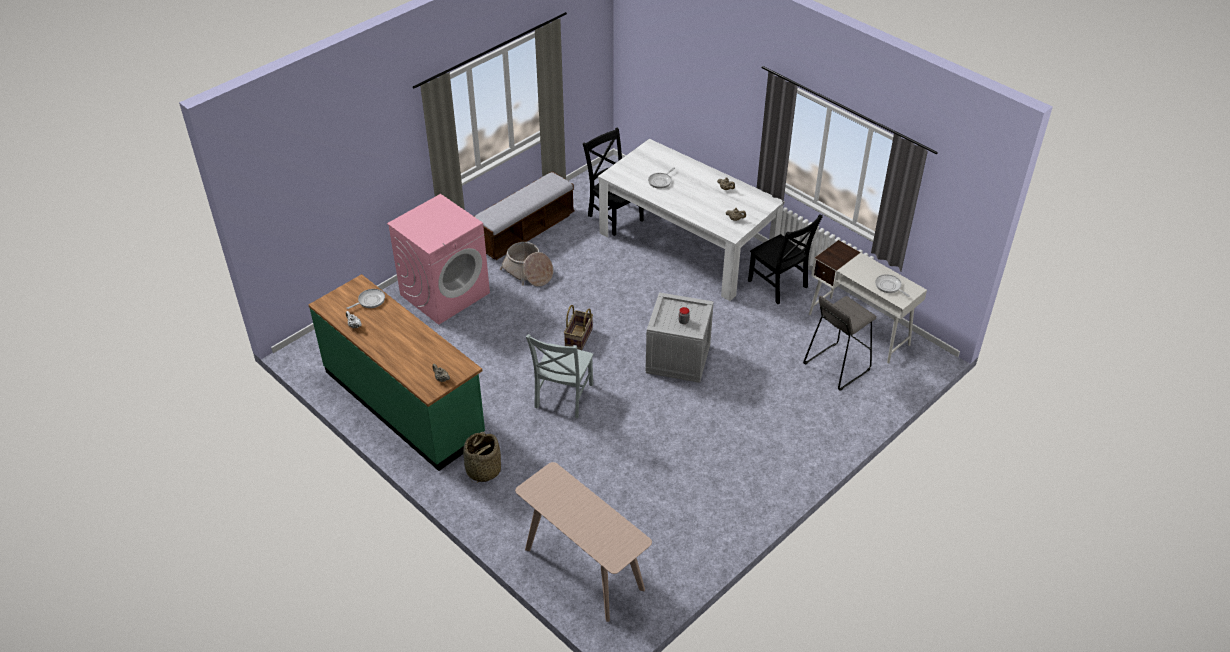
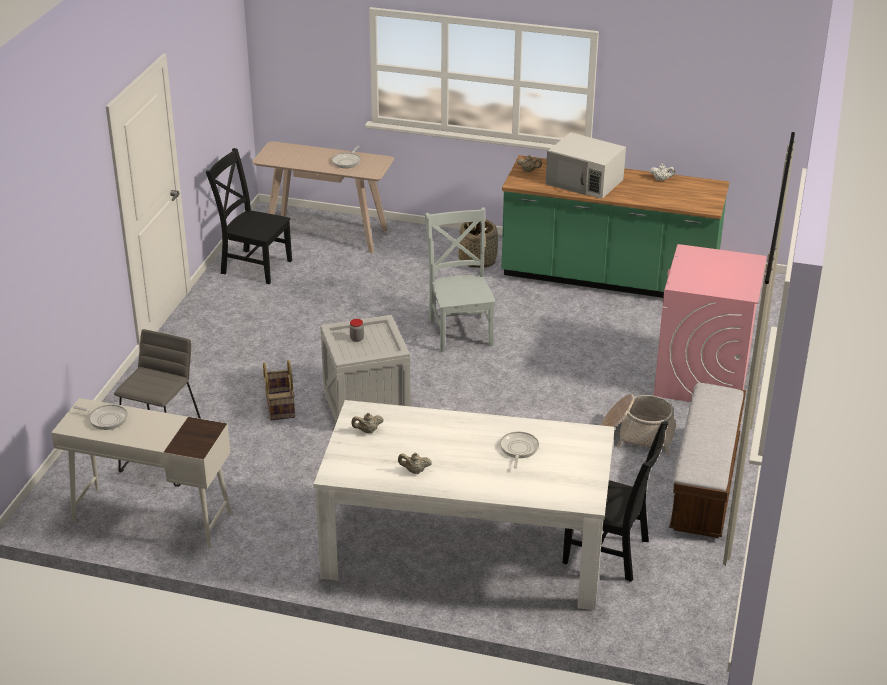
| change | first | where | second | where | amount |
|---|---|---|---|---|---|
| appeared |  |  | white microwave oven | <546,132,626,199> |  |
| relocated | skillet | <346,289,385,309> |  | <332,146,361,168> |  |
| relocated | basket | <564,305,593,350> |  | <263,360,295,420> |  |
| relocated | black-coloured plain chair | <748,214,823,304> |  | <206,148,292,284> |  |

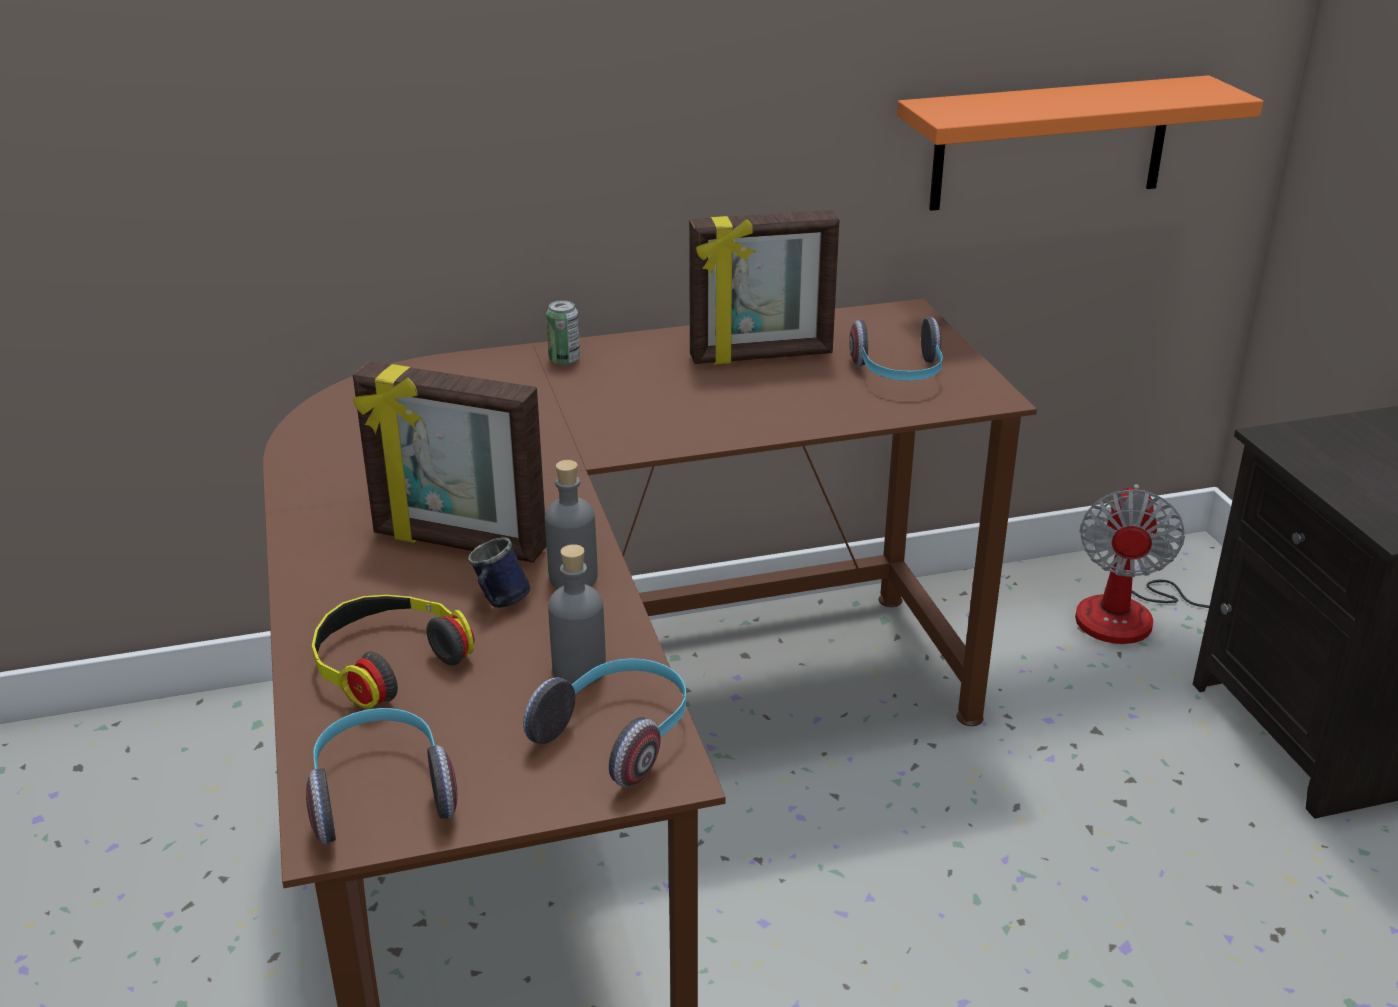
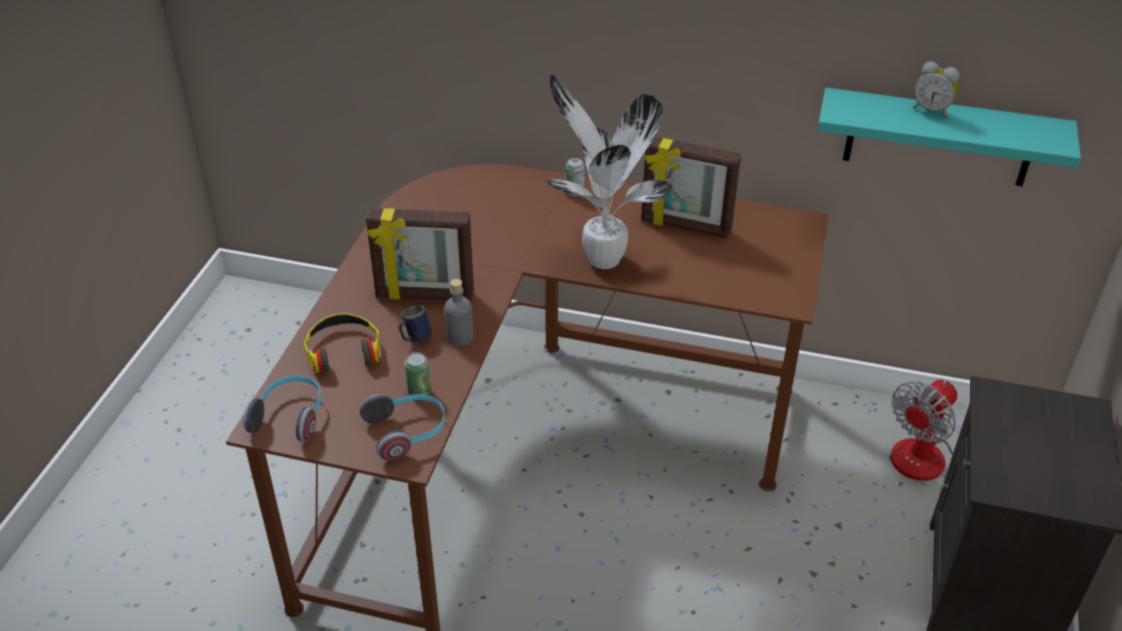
| change | first | where | second | where | amount |
|---|---|---|---|---|---|
| missing | headphones | <849,317,943,381> |  |  |  |
| appeared |  |  | houseplant | <546,74,670,269> |  |
| appeared |  |  | alarm clock | <913,61,960,118> |  |
| exchanged | grey bottle | <548,544,606,686> | can | <405,352,431,395> |  |
| colour | orange-coloured wall shelf | <897,75,1263,211> | turquoise wall shelf | <817,87,1081,186> |  |
| spun | picture frame | <353,361,547,563> |  | <366,208,474,301> | 45 degrees counterclockwise |

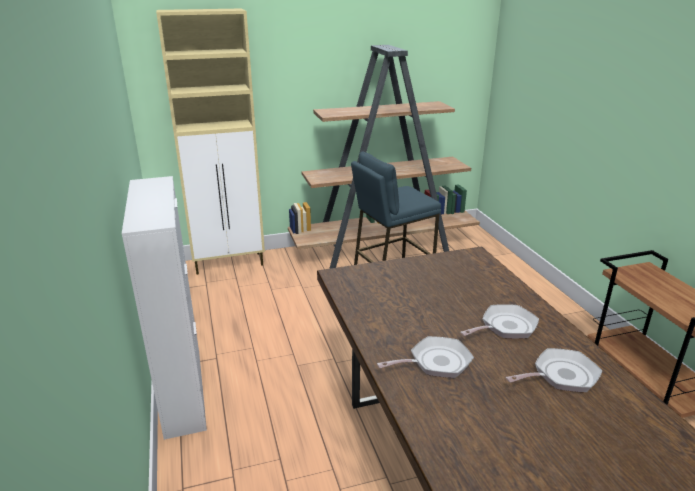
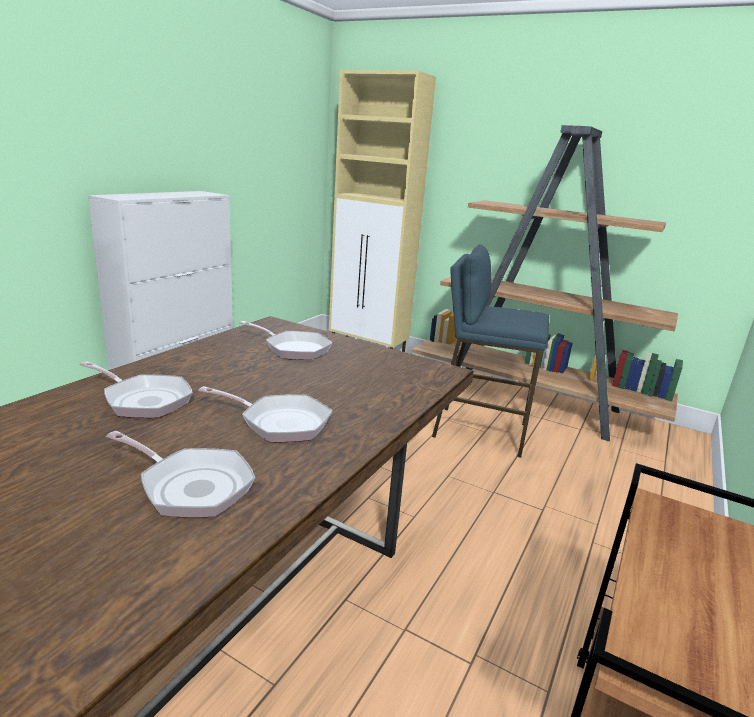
| change | first | where | second | where | amount |
|---|---|---|---|---|---|
| appeared |  |  | skillet | <239,321,332,360> |  |

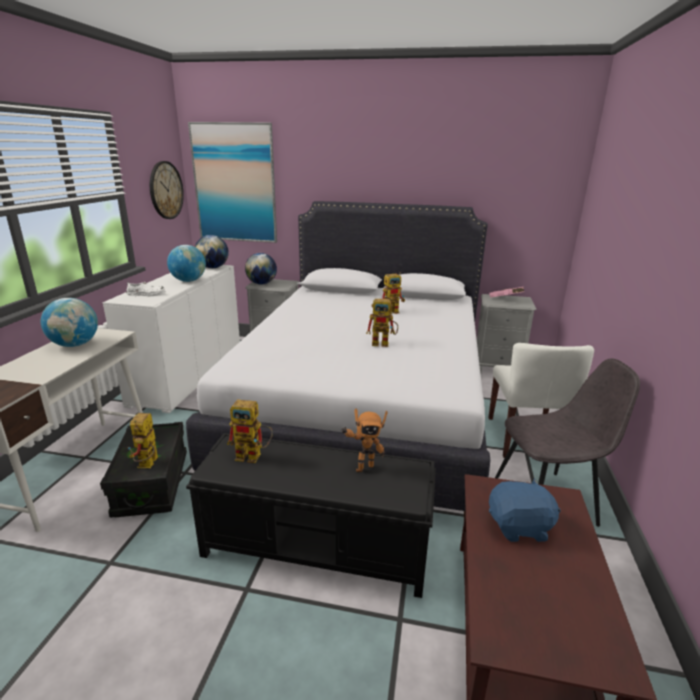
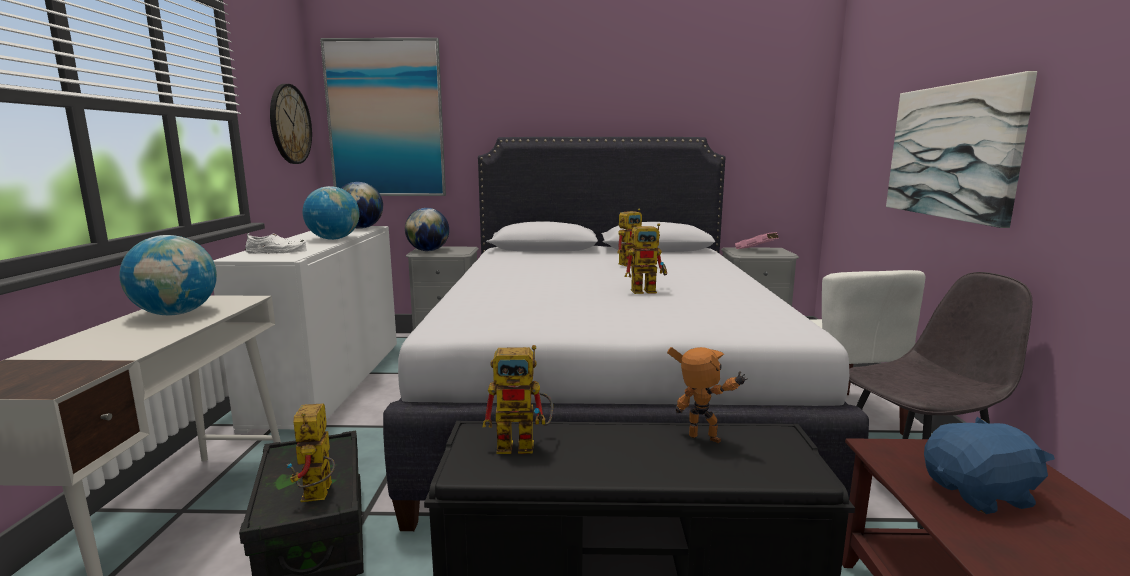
| change | first | where | second | where | amount |
|---|---|---|---|---|---|
| appeared |  |  | picture | <886,71,1037,228> |  |
| spun | model robot | <340,408,387,472> |  | <667,347,748,443> | 120 degrees counterclockwise |

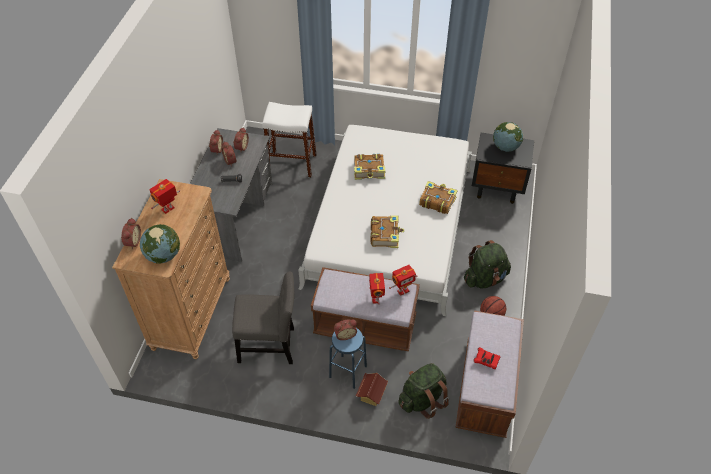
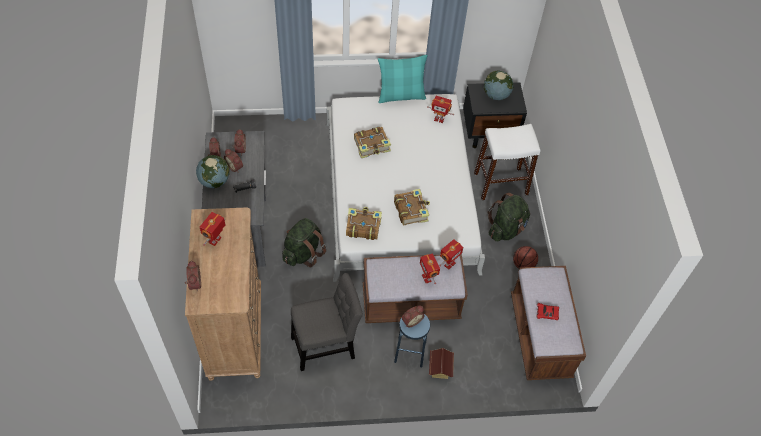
| change | first | where | second | where | amount |
|---|---|---|---|---|---|
| appeared |  |  | turquoise throw pillow | <378,55,428,103> |  |
| appeared |  |  | model robot | <427,96,454,123> |  |
| relocated | desk globe | <140,224,180,264> |  | <196,155,229,188> |  |
| relocated | white stool | <262,102,317,177> |  | <474,124,540,200> |  |
| relocated | greenish backpack | <398,363,449,419> |  | <282,218,326,267> |  |
| relocated | book | <419,181,458,214> |  | <346,207,382,240> |  |

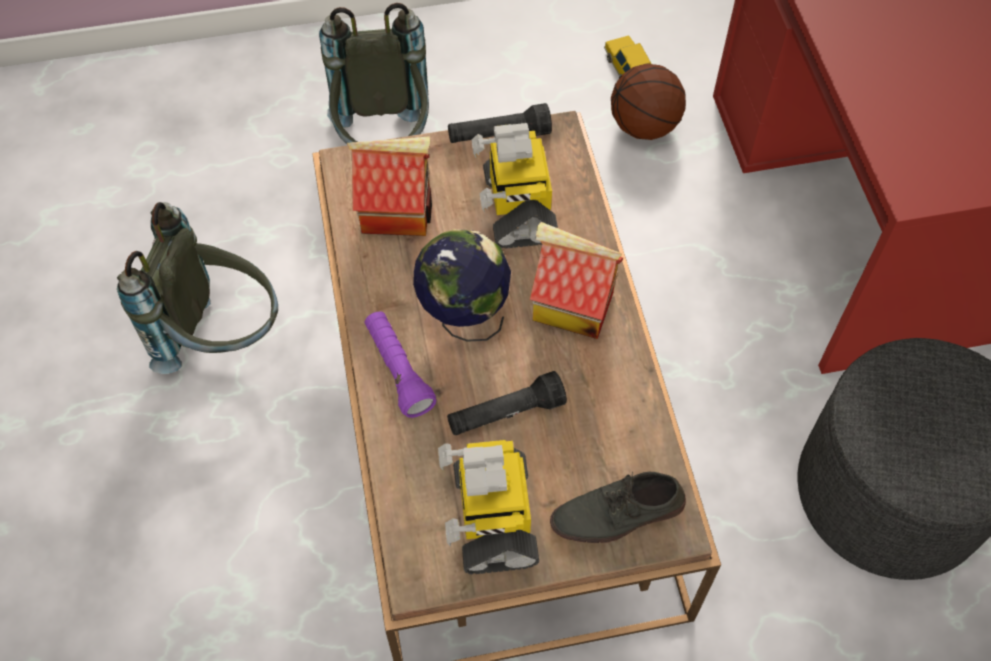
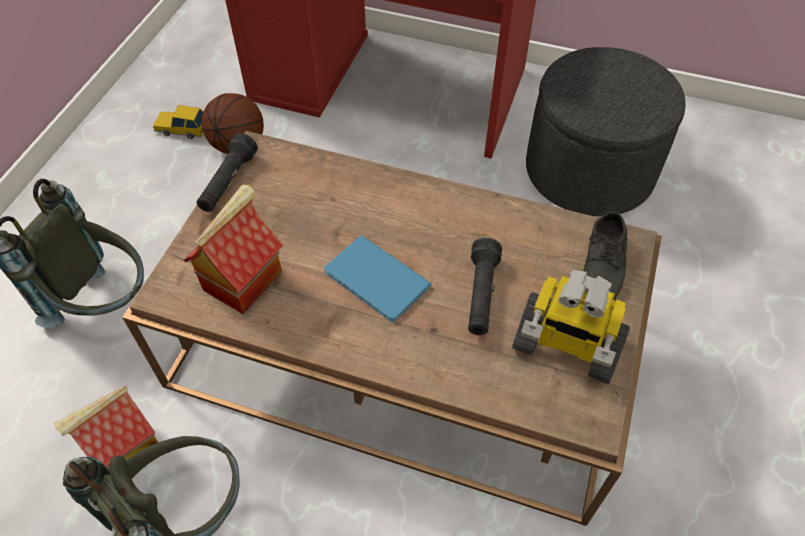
| change | first | where | second | where | amount |
|---|---|---|---|---|---|
| missing | purple flashlight | <365,311,436,418> |  |  |  |
| missing | model robot | <471,123,558,249> |  |  |  |
| relocated | miniature house | <530,222,623,339> |  | <54,385,158,468> |  |
| exchanged | desk globe | <413,229,511,342> | bluish book | <324,235,431,322> |  |

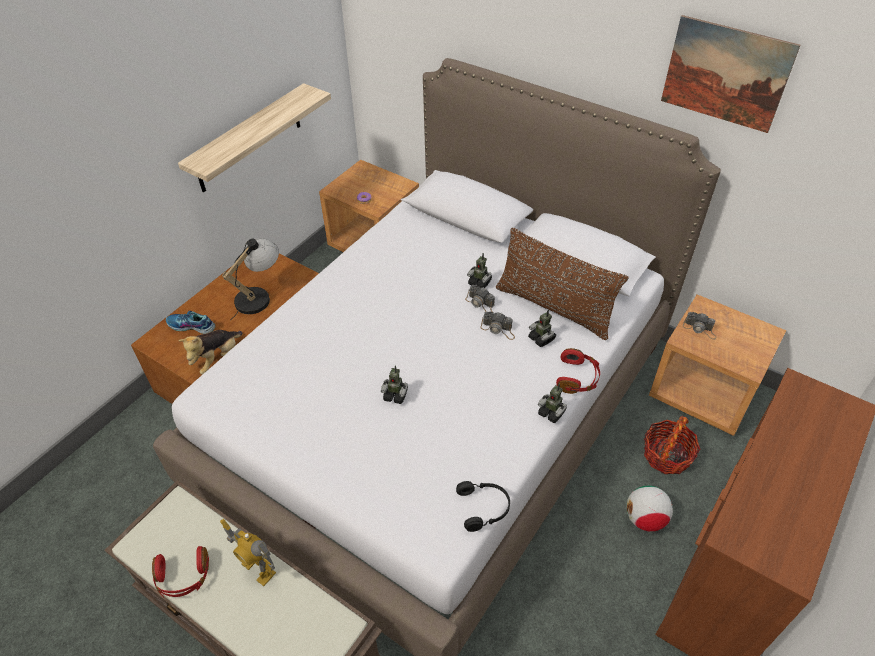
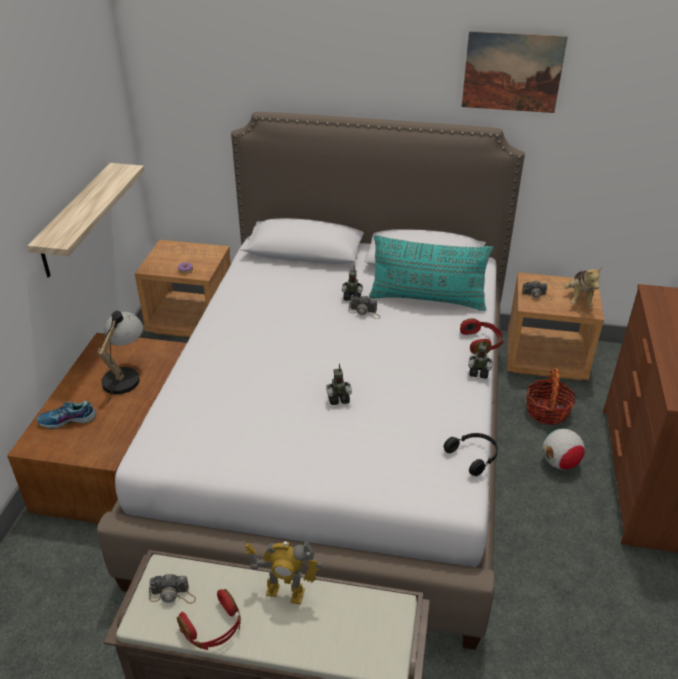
| change | first | where | second | where | amount |
|---|---|---|---|---|---|
| missing | model robot | <528,310,556,347> |  |  |  |
| relocated | cuddly toy | <179,330,243,375> |  | <564,267,602,307> |  |
| relocated | photo camera | <480,312,515,340> |  | <149,574,196,604> |  |
| colour | brownish throw pillow | <496,228,629,340> | turquoise throw pillow | <369,235,493,311> |  |

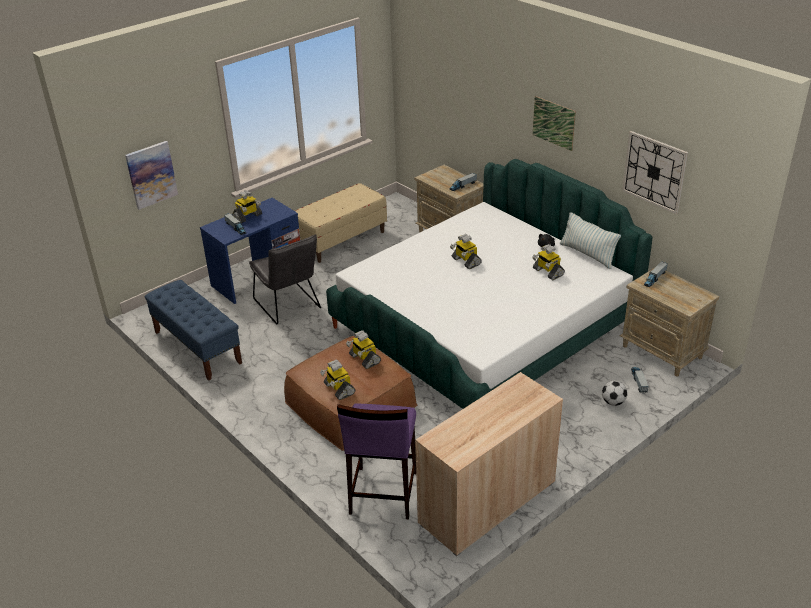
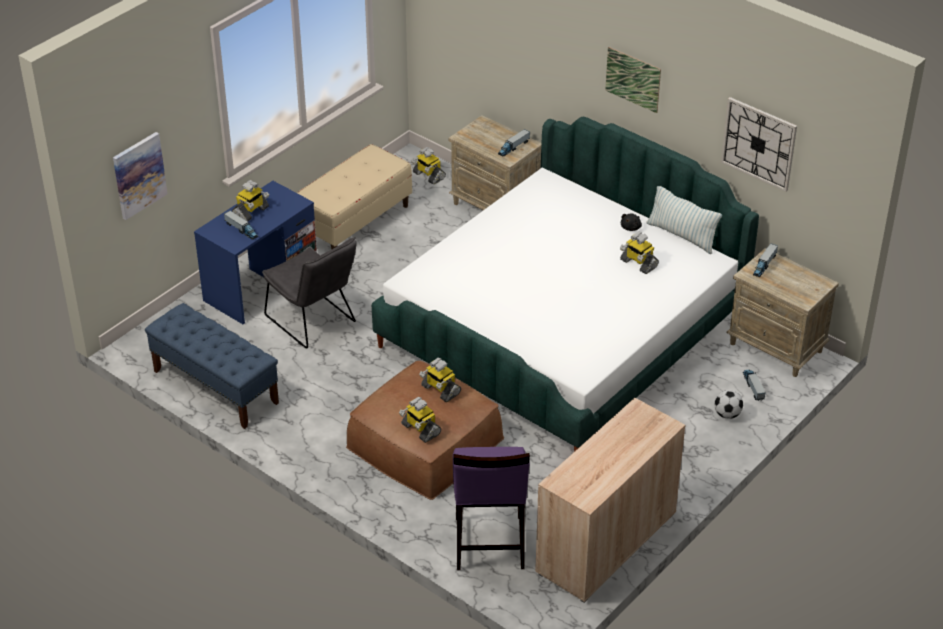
| change | first | where | second | where | amount |
|---|---|---|---|---|---|
| relocated | model robot | <450,234,482,269> |  | <411,147,446,185> |  |

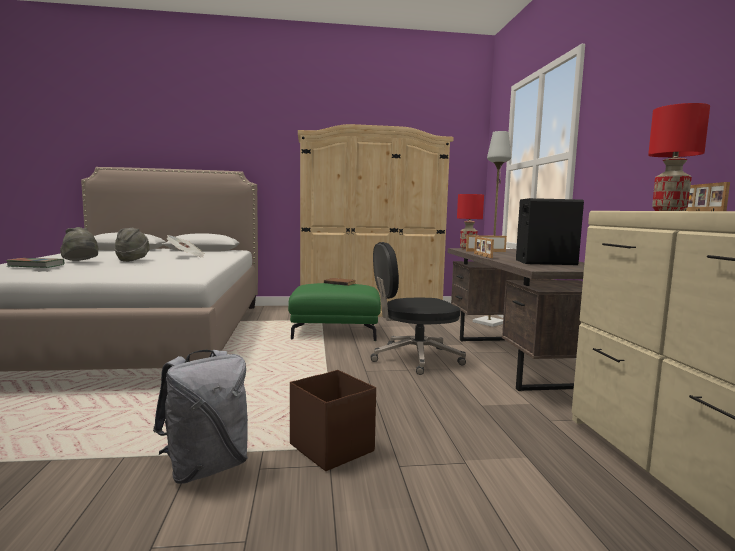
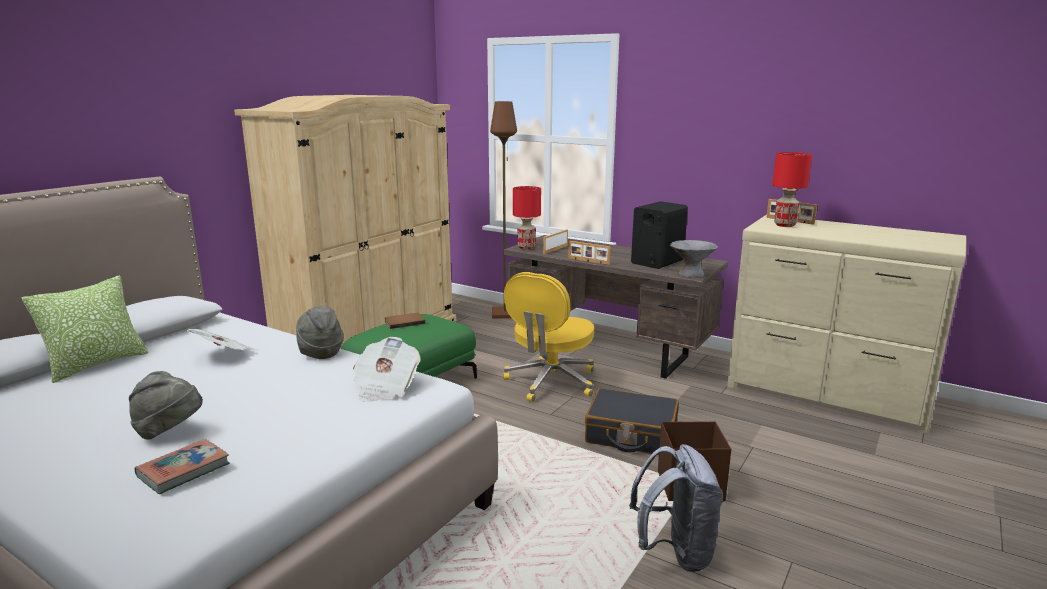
| change | first | where | second | where | amount |
|---|---|---|---|---|---|
| appeared |  |  | throw pillow | <21,275,148,383> |  |
| appeared |  |  | printed paper | <353,337,421,402> |  |
| appeared |  |  | black-coloured suitcase | <585,388,679,455> |  |
| appeared |  |  | grey serving bowl | <670,240,718,278> |  |
| relocated | grey wearable hat | <114,228,150,262> |  | <296,306,344,359> |  |
| colour | black-coloured desk chair | <371,242,466,375> | yellow-coloured desk chair | <503,272,594,402> |  |
| colour | grey floor lamp | <473,131,511,327> | brownish floor lamp | <490,101,517,319> |  |

